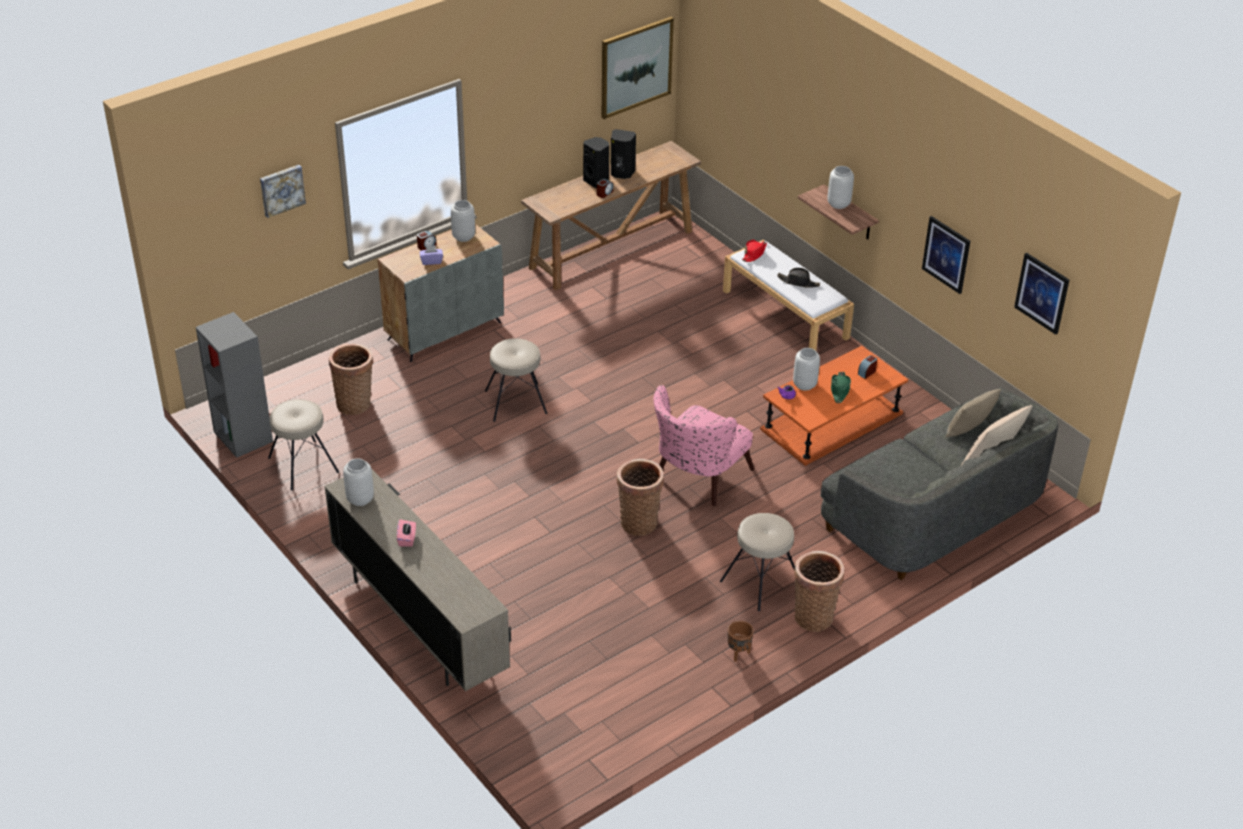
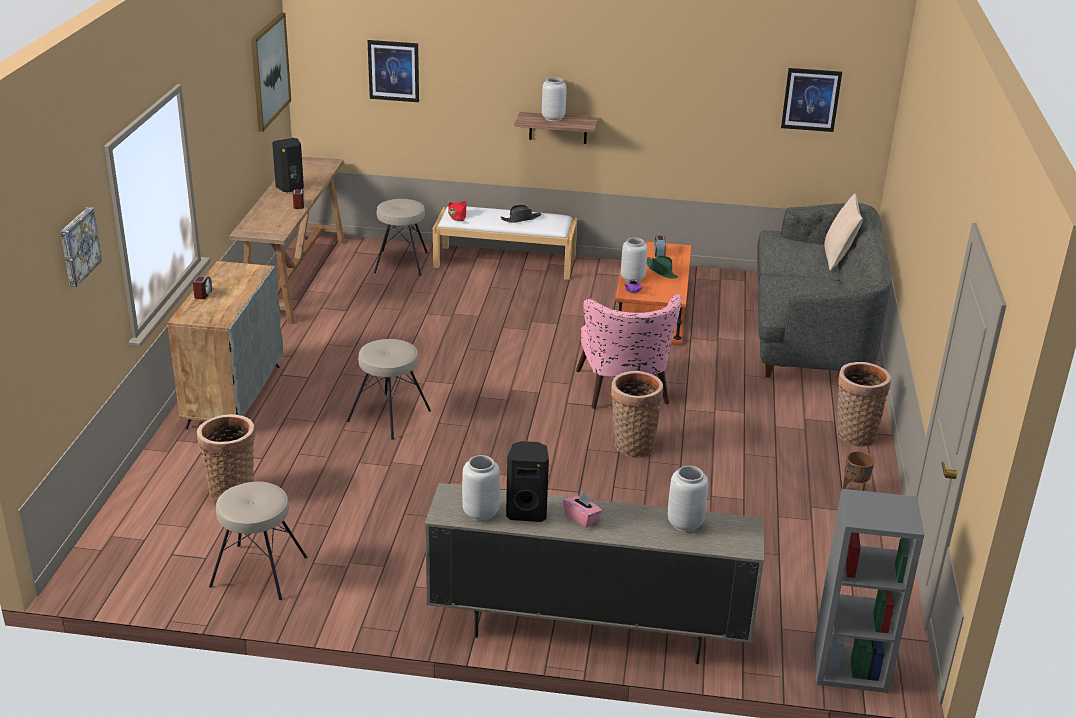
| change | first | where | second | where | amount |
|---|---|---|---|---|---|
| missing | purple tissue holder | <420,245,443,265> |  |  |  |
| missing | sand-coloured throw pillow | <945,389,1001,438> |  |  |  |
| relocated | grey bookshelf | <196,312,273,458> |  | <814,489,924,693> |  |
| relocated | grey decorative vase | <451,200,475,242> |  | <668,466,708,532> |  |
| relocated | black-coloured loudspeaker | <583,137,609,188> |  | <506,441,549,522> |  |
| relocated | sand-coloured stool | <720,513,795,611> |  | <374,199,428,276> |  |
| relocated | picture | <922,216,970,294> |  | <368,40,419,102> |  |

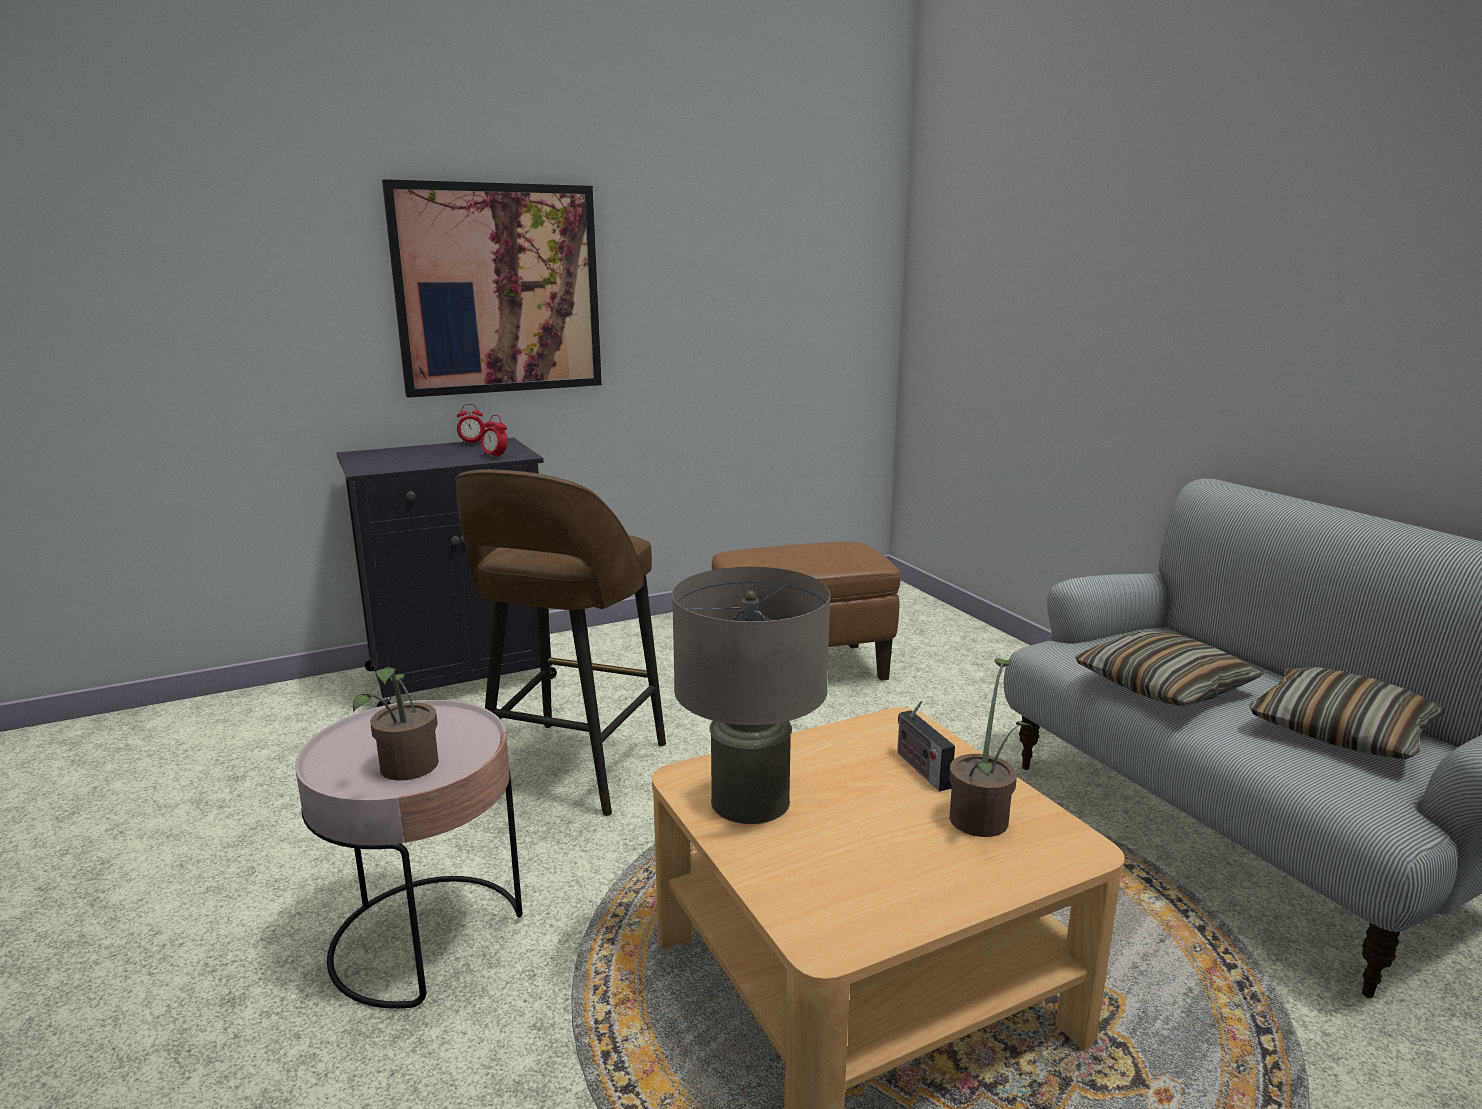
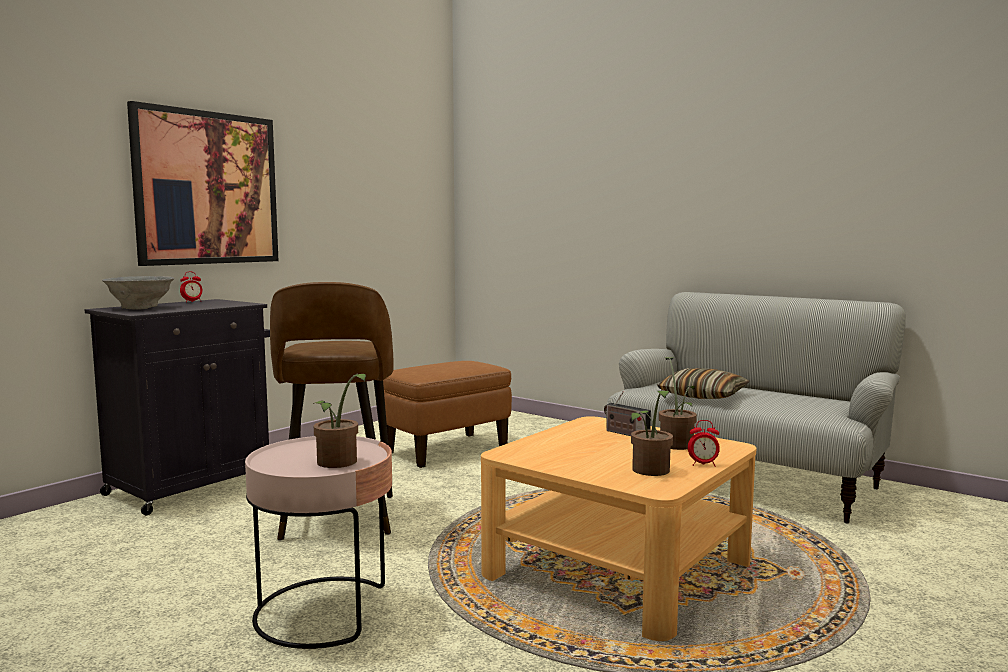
| change | first | where | second | where | amount |
|---|---|---|---|---|---|
| missing | sand-coloured table lamp | <672,567,831,824> |  |  |  |
| missing | throw pillow | <1249,667,1445,760> |  |  |  |
| appeared |  |  | grey serving bowl | <102,276,174,310> |  |
| appeared |  |  | houseplant | <631,390,673,476> |  |
| relocated | alarm clock | <481,415,508,459> |  | <688,420,720,467> |  |

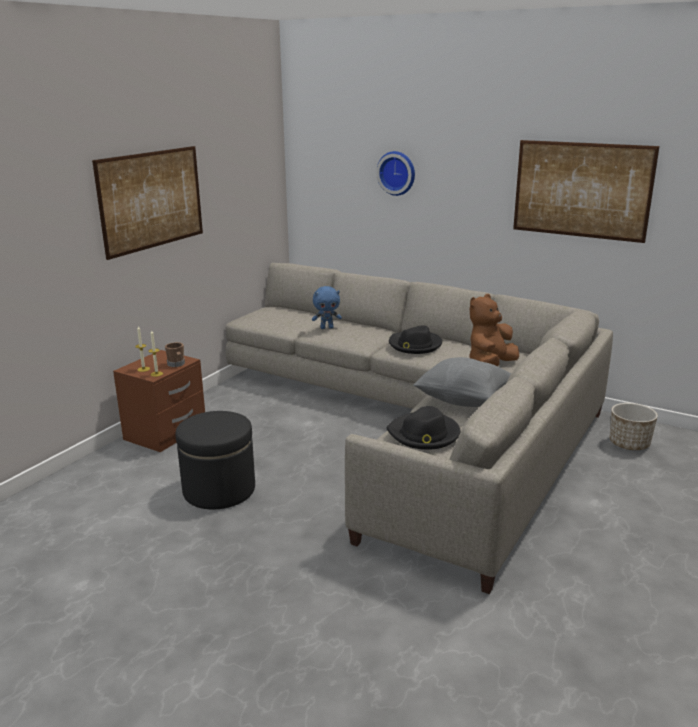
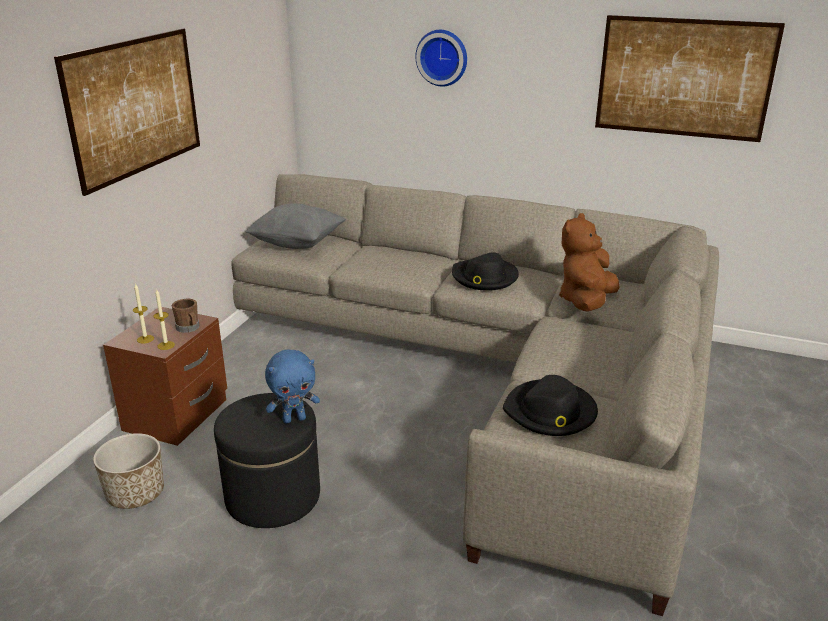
| change | first | where | second | where | amount |
|---|---|---|---|---|---|
| relocated | bluish cuddly toy | <312,286,342,329> |  | <265,350,320,424> |  |
| relocated | grey throw pillow | <413,357,511,407> |  | <245,203,346,249> |  |
| relocated | flower pot | <610,403,658,450> |  | <93,433,164,509> |  |

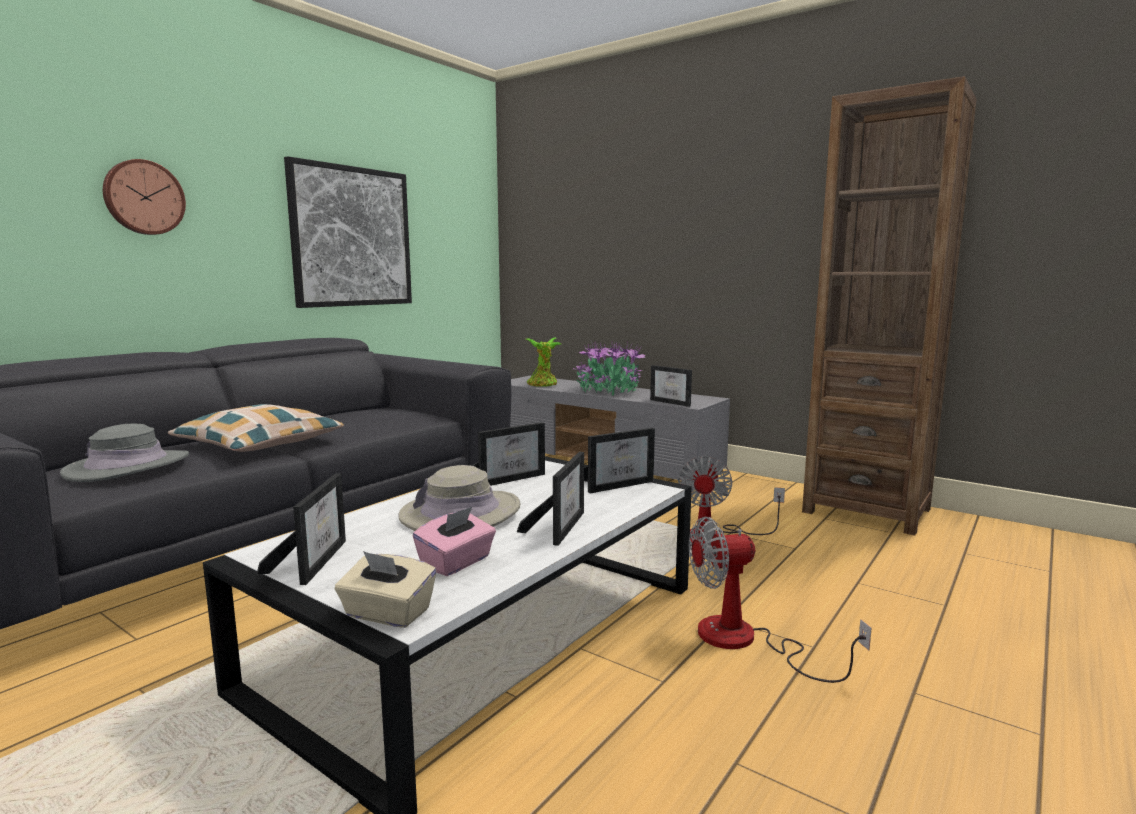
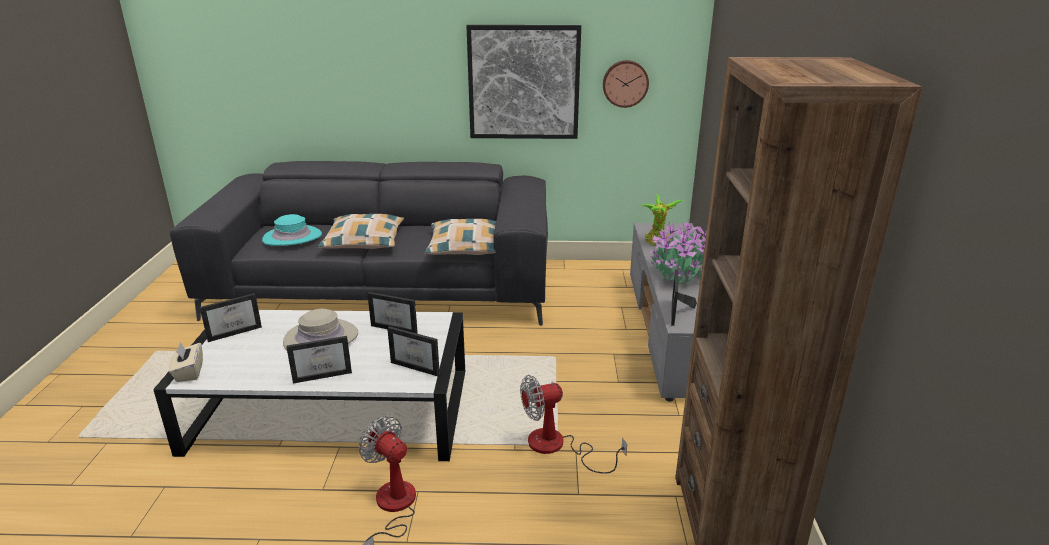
| change | first | where | second | where | amount |
|---|---|---|---|---|---|
| missing | pinkish tissue holder | <413,507,496,576> |  |  |  |
| appeared |  |  | throw pillow | <424,219,496,255> |  |
| relocated | clock on the wall | <103,159,186,235> |  | <603,60,649,108> |  |
| colour | grey wearable hat | <60,424,189,482> | turquoise wearable hat | <262,214,322,246> |  |

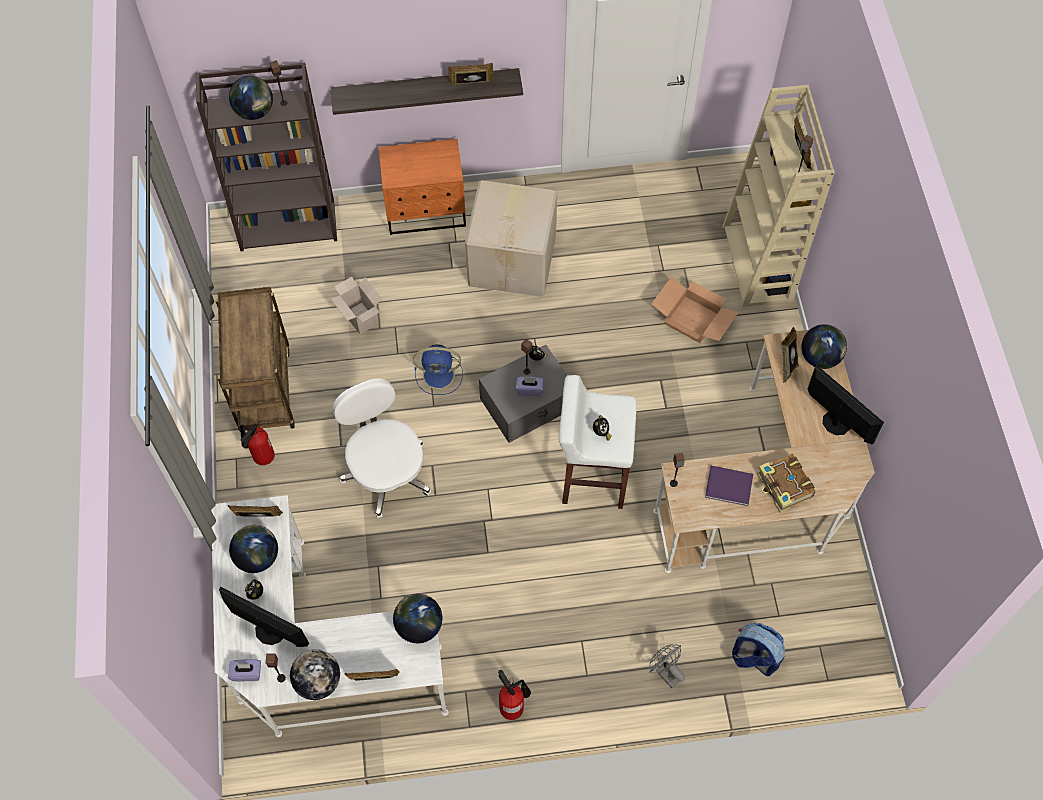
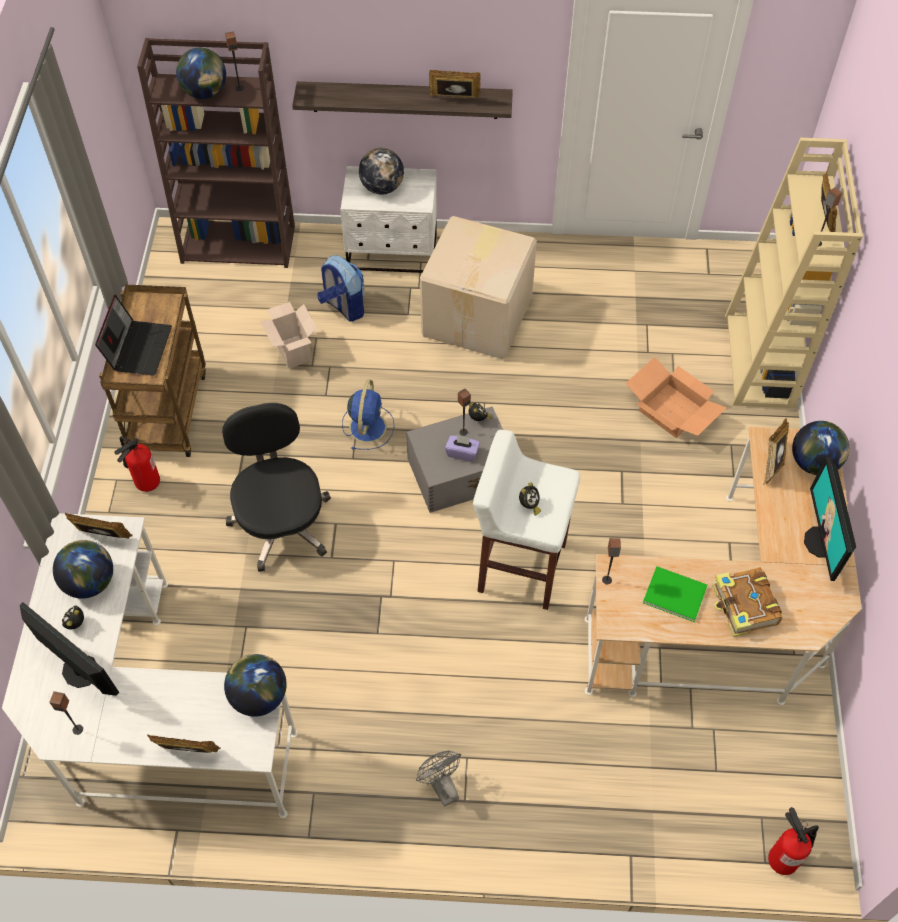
| change | first | where | second | where | amount |
|---|---|---|---|---|---|
| missing | purple tissue holder | <228,659,261,682> |  |  |  |
| appeared |  |  | laptop | <95,295,172,376> |  |
| relocated | desk globe | <290,649,340,700> |  | <359,148,404,195> |  |
| relocated | fire-fighting cylinder | <498,670,531,720> |  | <768,807,819,875> |  |
| relocated | grey cooling fan | <649,644,685,688> |  | <416,751,461,807> |  |
| relocated | backpack | <732,623,785,676> |  | <317,255,364,322> |  |
| colour | white desk chair | <333,379,431,518> | black-coloured desk chair | <222,403,331,572> |  |
| colour | orange-coloured night table | <378,139,466,235> | white night table | <340,166,437,273> |  |
| colour | purple book | <705,466,753,506> | greenish book | <643,566,708,622> |  |
| spun | bluish cooling fan | <413,344,463,395> |  | <342,380,394,450> | 90 degrees counterclockwise |
| spun | computer screen | <808,365,884,444> |  | <804,457,856,581> | 150 degrees counterclockwise |

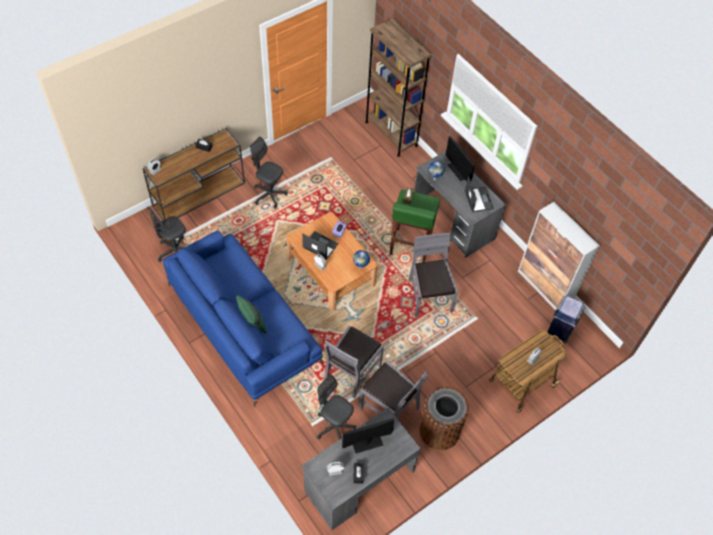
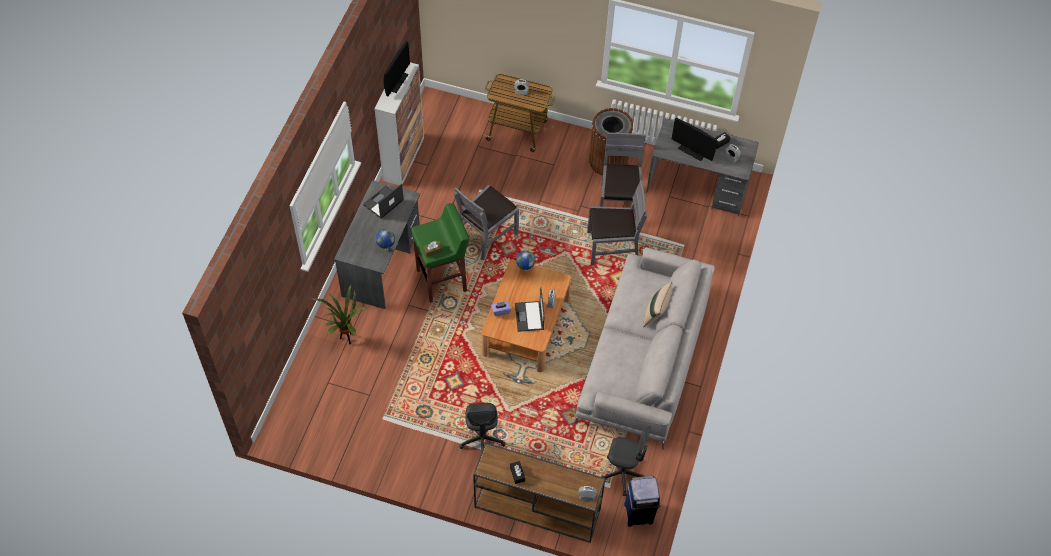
| change | first | where | second | where | amount |
|---|---|---|---|---|---|
| missing | grey desk chair | <317,374,356,440> |  |  |  |
| missing | brownish bookshelf | <365,18,432,157> |  |  |  |
| appeared |  |  | houseplant | <312,285,368,345> |  |
| relocated | computer screen | <445,136,474,181> |  | <383,41,410,96> |  |
| relocated | bluish waste bin | <547,295,585,343> |  | <624,476,660,527> |  |
| colour | bluish couch | <162,230,323,407> | grey couch | <574,248,715,450> |  |
| colour | greenish throw pillow | <236,295,267,333> | sand-coloured throw pillow | <643,282,672,327> |  |

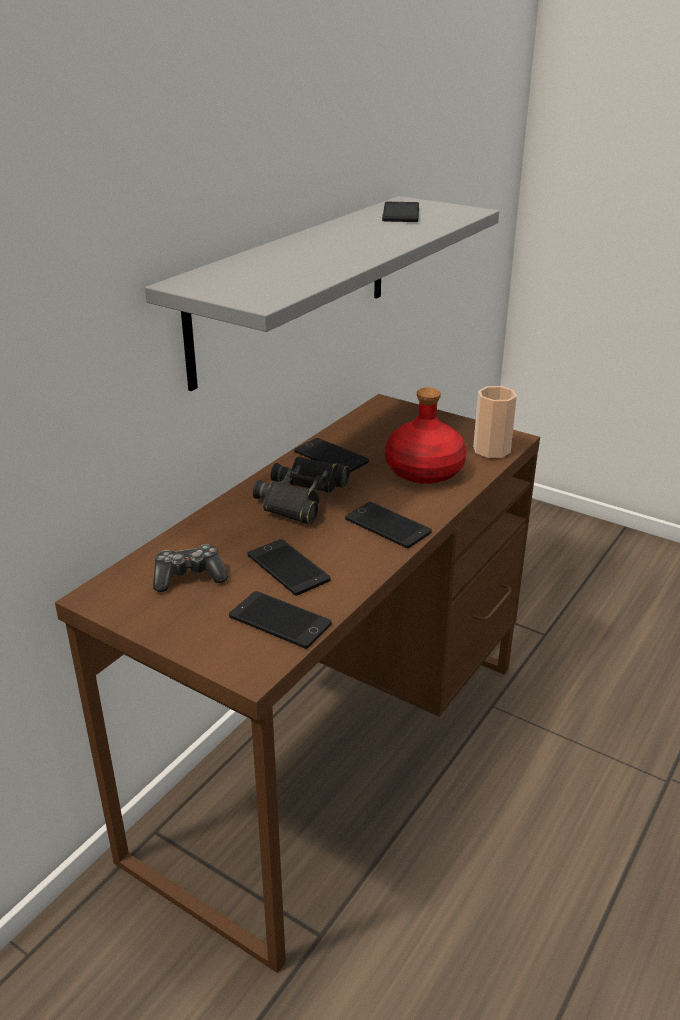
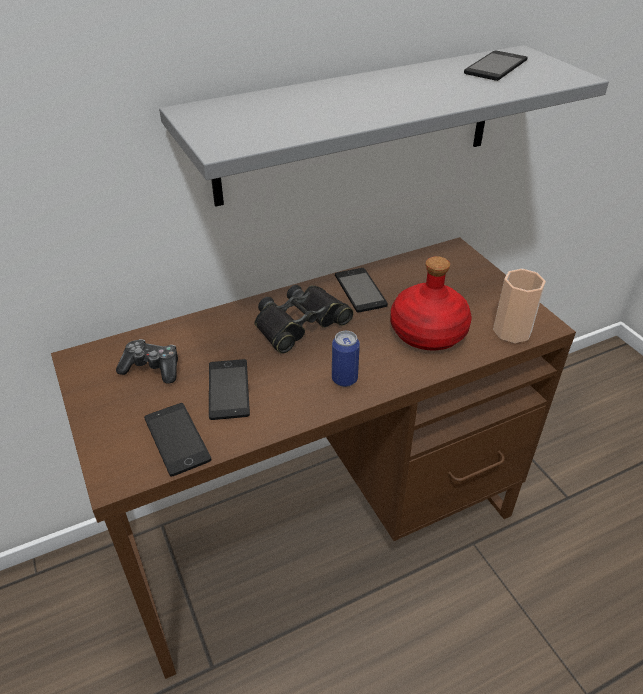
| change | first | where | second | where | amount |
|---|---|---|---|---|---|
| exchanged | handset | <345,502,432,548> | can | <332,331,360,387> |  |

